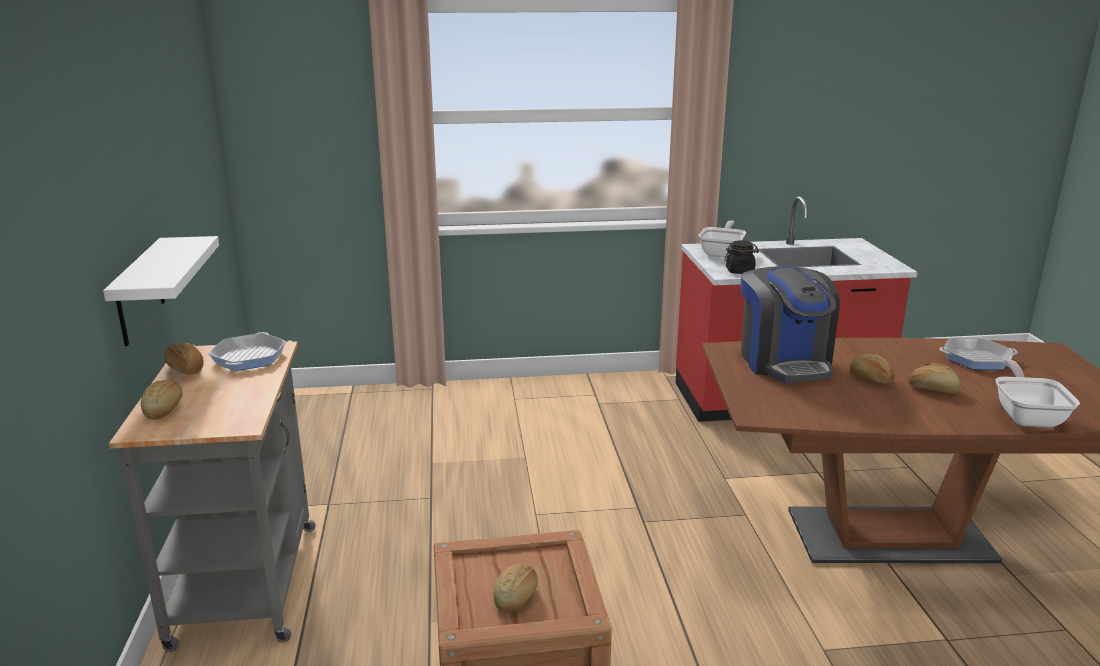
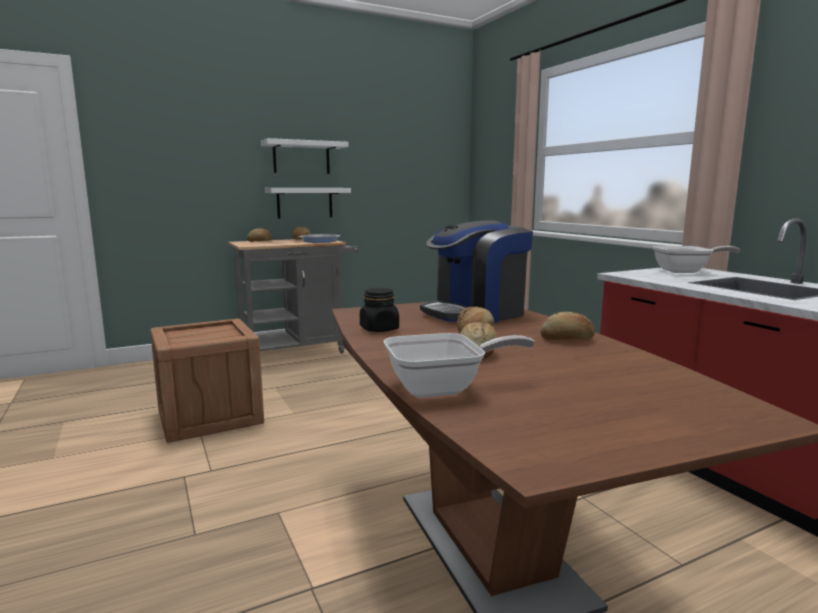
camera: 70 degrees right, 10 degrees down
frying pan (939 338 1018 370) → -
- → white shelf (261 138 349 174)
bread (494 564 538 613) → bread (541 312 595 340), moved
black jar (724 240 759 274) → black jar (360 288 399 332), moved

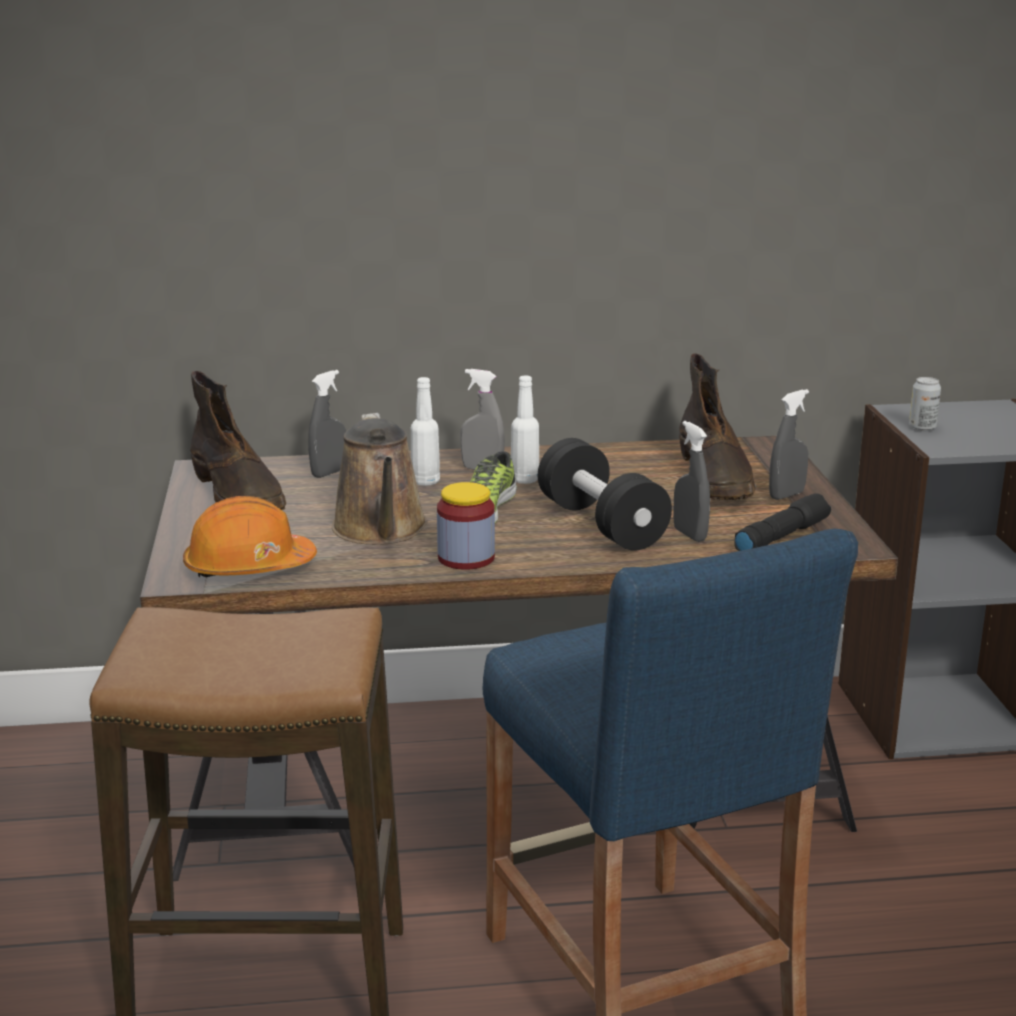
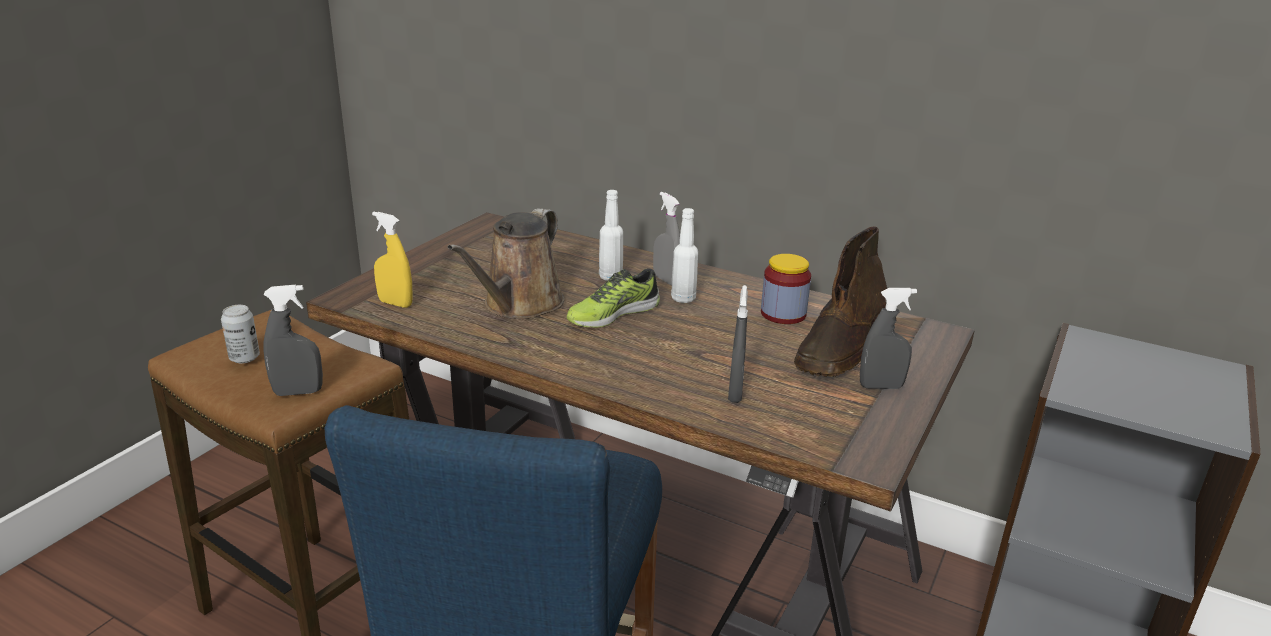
camera: 35 degrees right, 5 degrees up
brown boot (190 371 286 510) → -
black dumbbell (538 438 672 551) → -
black flashlight (735 493 831 551) → -
grey spray bottle (308 370 346 478) → grey spray bottle (263 285 323 396), moved
jar (437 482 495 570) → jar (761 254 811 324), moved
can (909 377 941 431) → can (221 305 260 364), moved
orange hard hat (183 496 317 577) → yellow spray bottle (372 212 413 308)

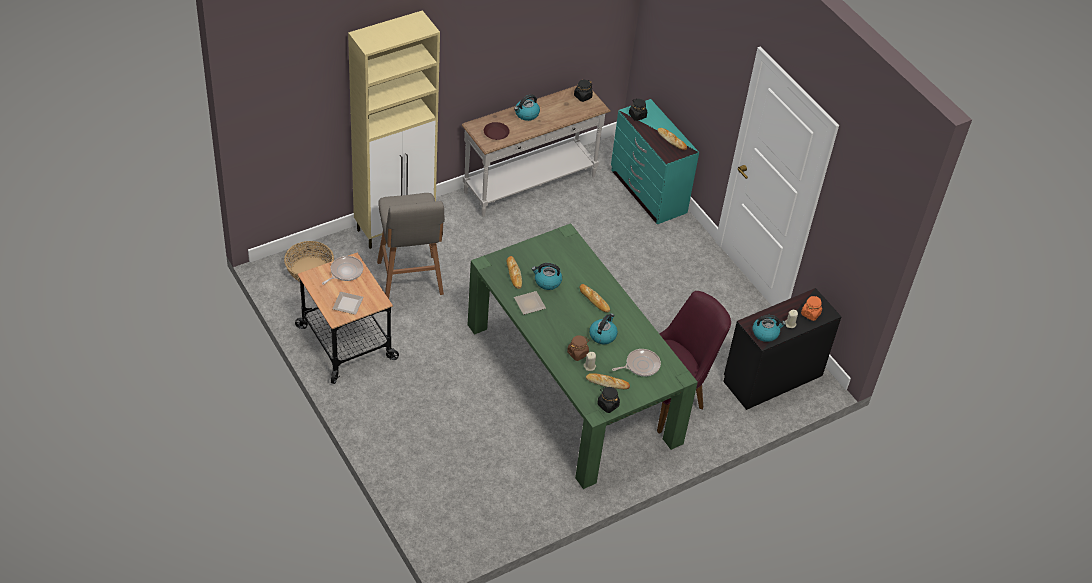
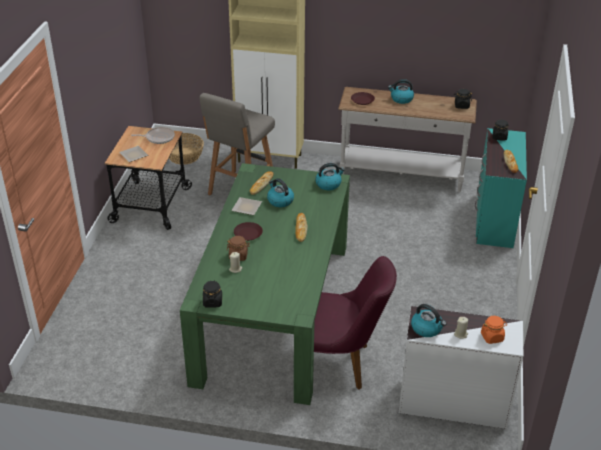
camera: 45 degrees right, 10 degrees down
bread (586 373 630 389) → -
frying pan (612 349 661 376) → -
- → brown plate (234 222 263 241)
kettle (589 313 618 344) → kettle (315 163 345 190), moved
black dresser (723 288 841 410) → white dresser (399 306 523 429)

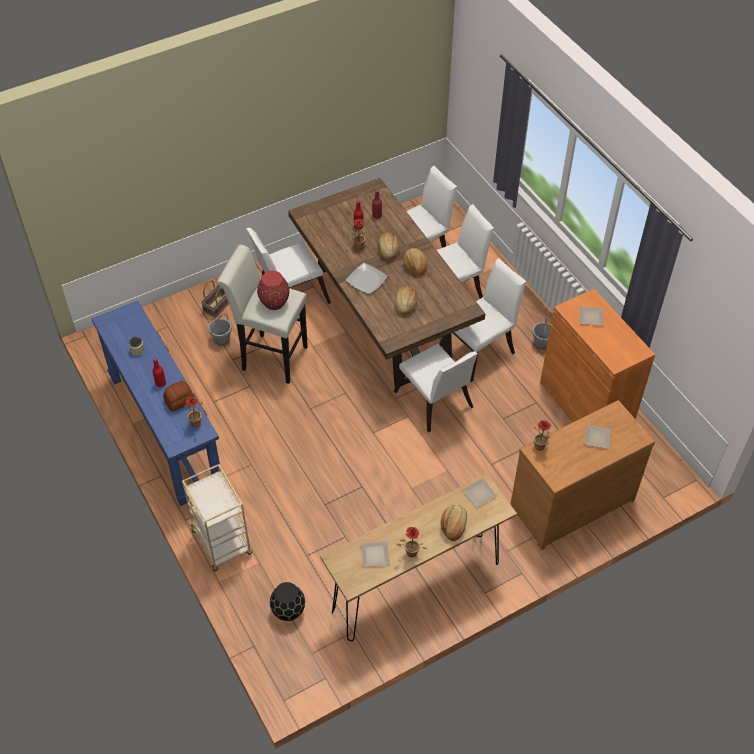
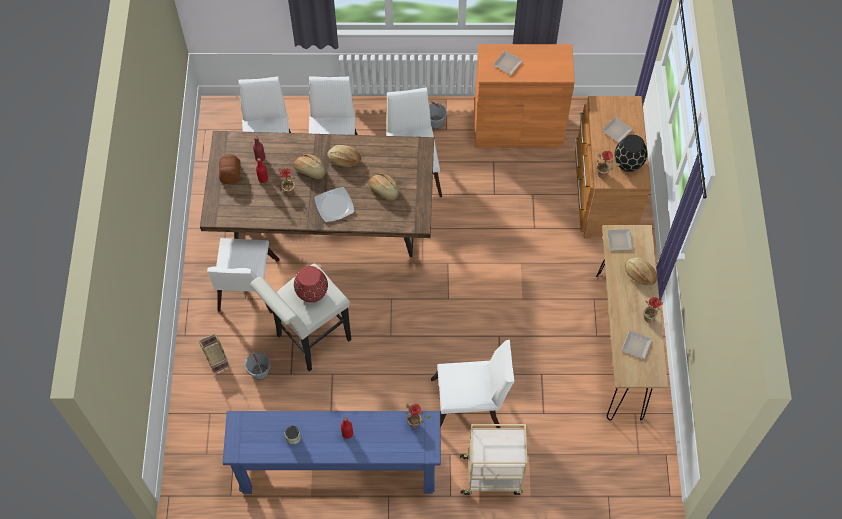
camera: 60 degrees left, 10 degrees up
bread (163 381 194 411) → bread (219 154 241 184), moved
black vase (270 582 305 621) → black vase (614 135 647 172), moved
white chair (394 344 478 432) → white chair (431 340 515 428), moved

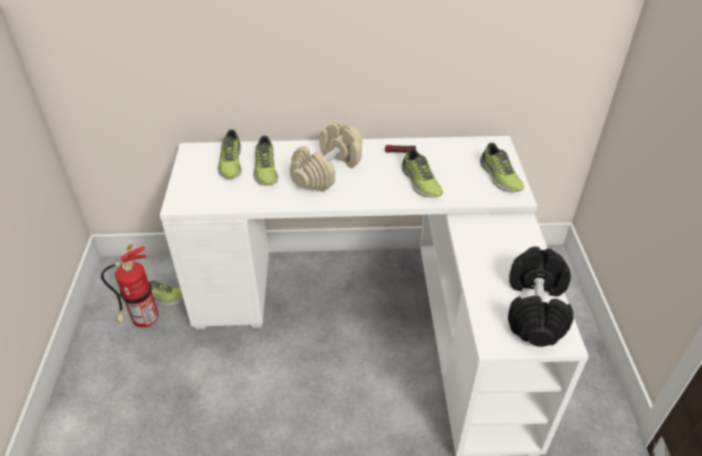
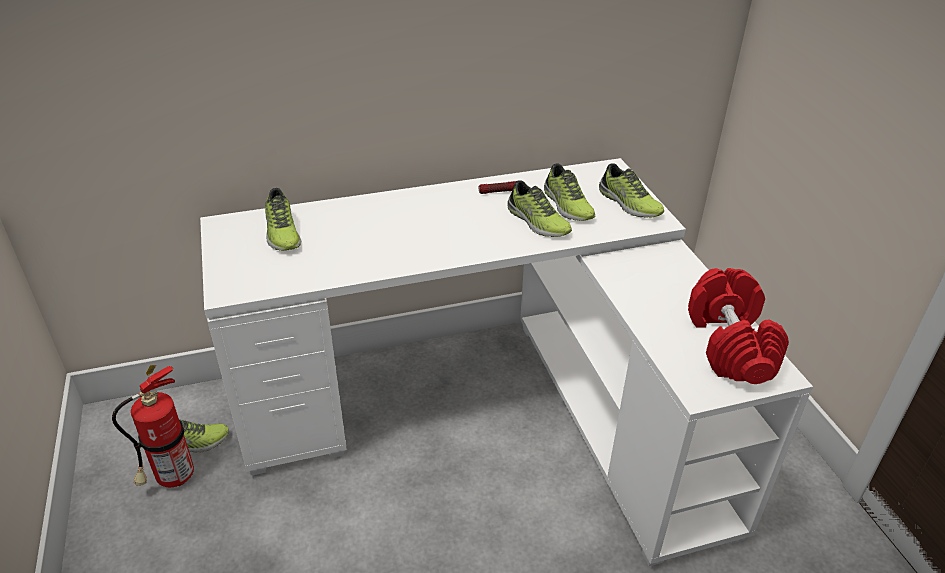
camera: 15 degrees left, 5 degrees down
beige dumbbell (290 122 362 192) → -
shoe (254 135 278 185) → shoe (544 164 595 221), moved
black dumbbell (508 247 574 347) → red dumbbell (688 268 789 384)

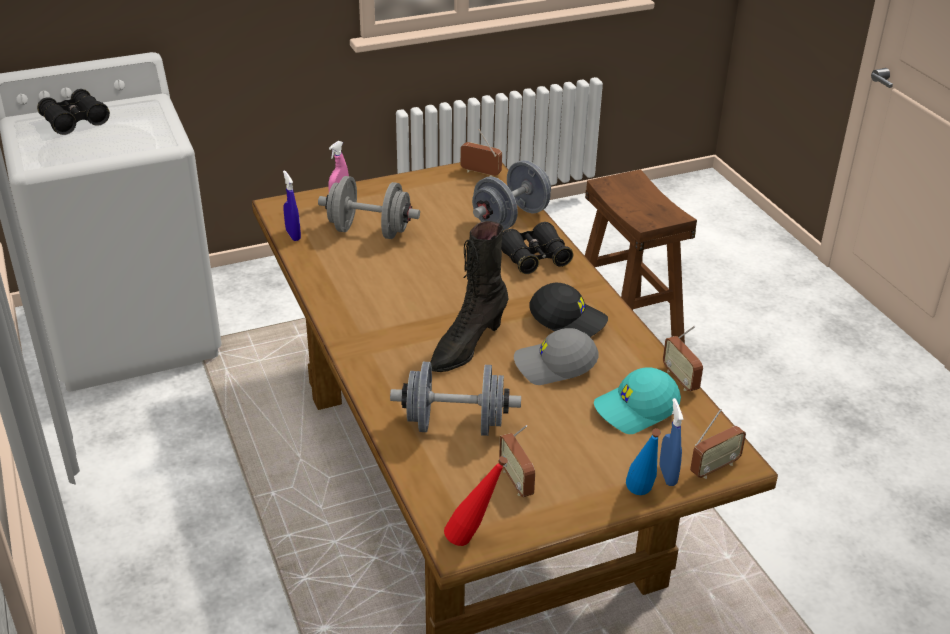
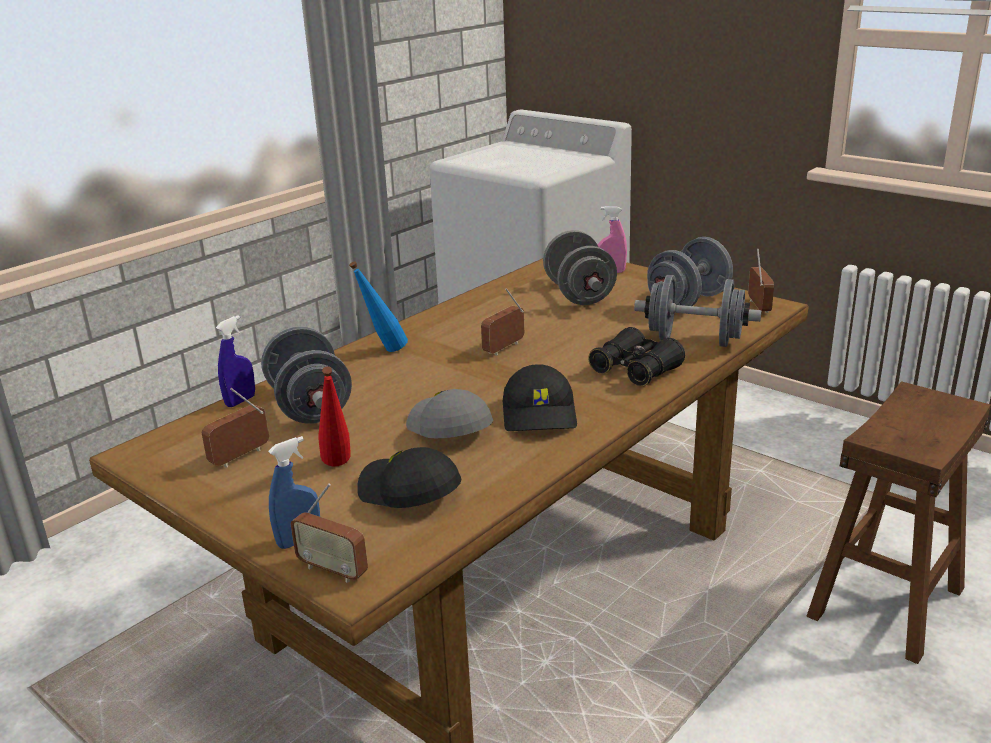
camera: 65 degrees right, 10 degrees down
black binoculars (37 89 110 135) → -
black boot (431 221 508 372) → -
- → grey dumbbell (647 237 733 306)
blue spray bottle (283 170 301 241) → blue spray bottle (216 315 255 407), moved
red bottle (444 456 508 546) → red bottle (318 366 351 466), moved
blue bottle (626 428 661 495) → blue bottle (349 261 408 352), moved
radio (663 326 703 391) → radio (481 288 524 356), moved
turquoise cap (594 367 681 434) → black cap (357 447 462 508)

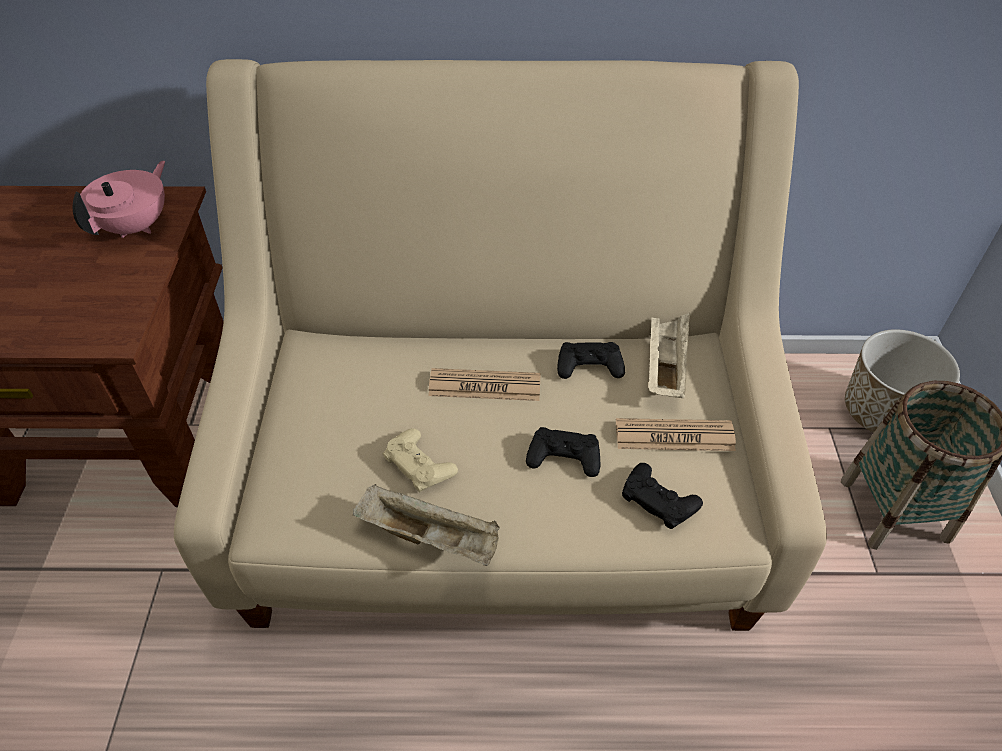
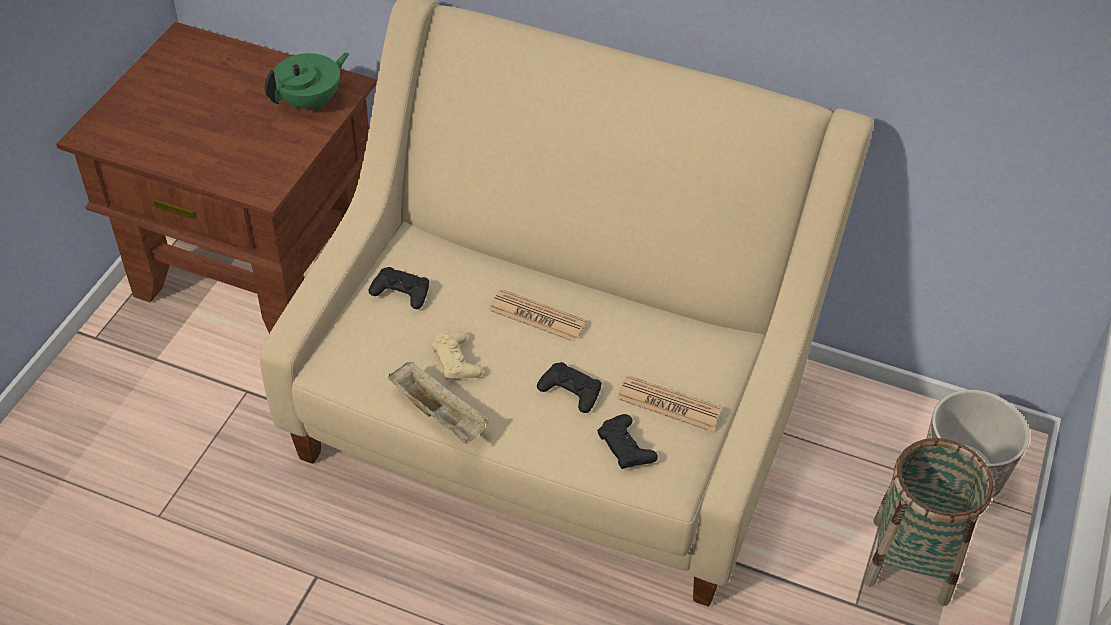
camera: 20 degrees right, 0 degrees up
beige tray (649 313 690 398) → -
black game controller (557 342 625 379) → black game controller (369 267 429 309), moved
pink teapot (73 161 165 238) → green teapot (265 53 349 111)

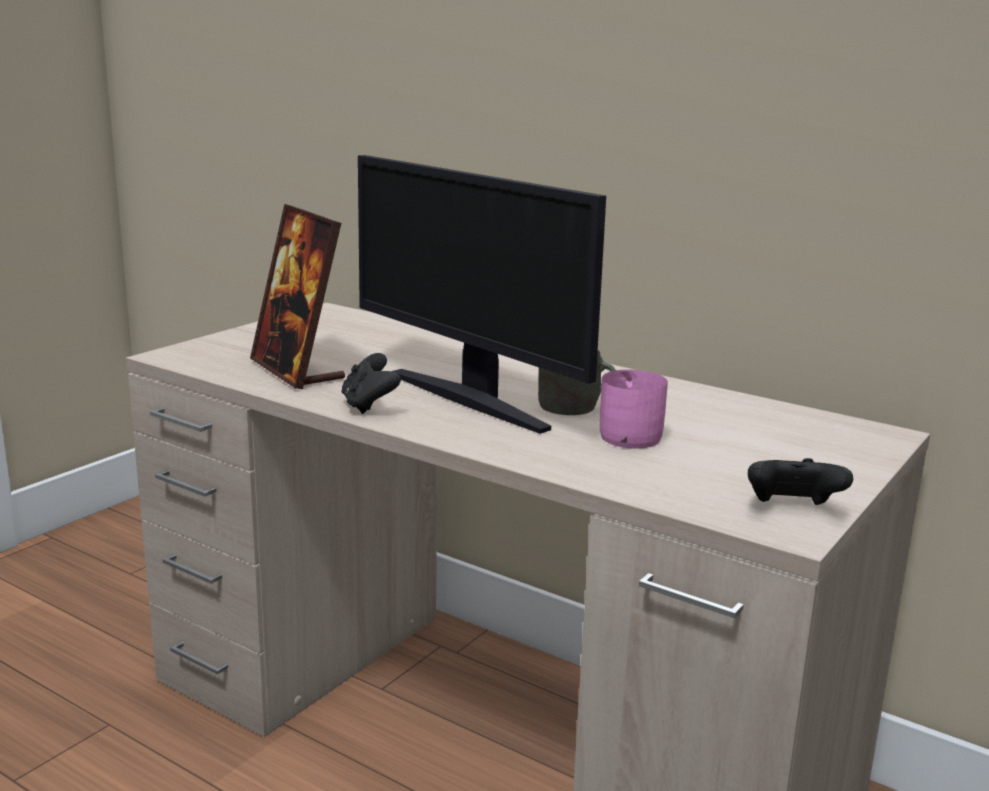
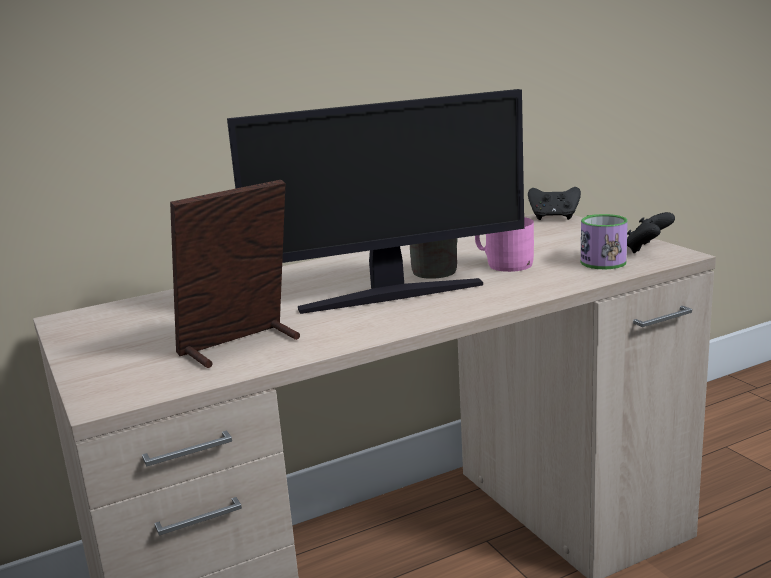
camera: 60 degrees left, 0 degrees up
- → mug (581 214 628 269)
black game controller (342 353 401 414) → black game controller (528 187 581 220), moved
picture frame (250 204 345 389) → picture frame (170 180 300 368), 150 degrees clockwise

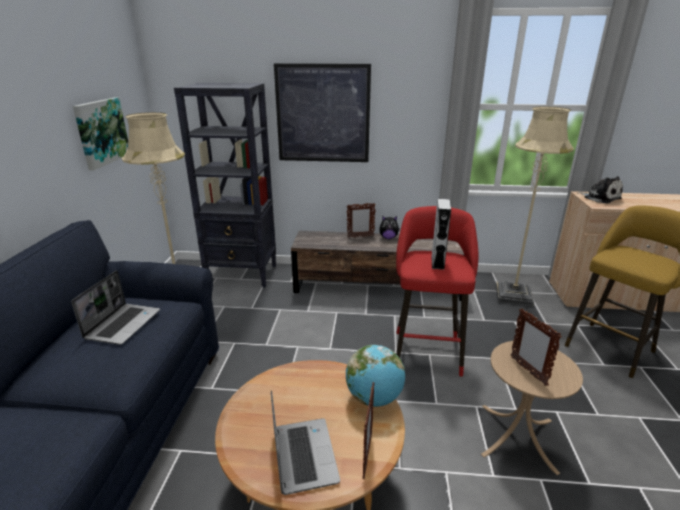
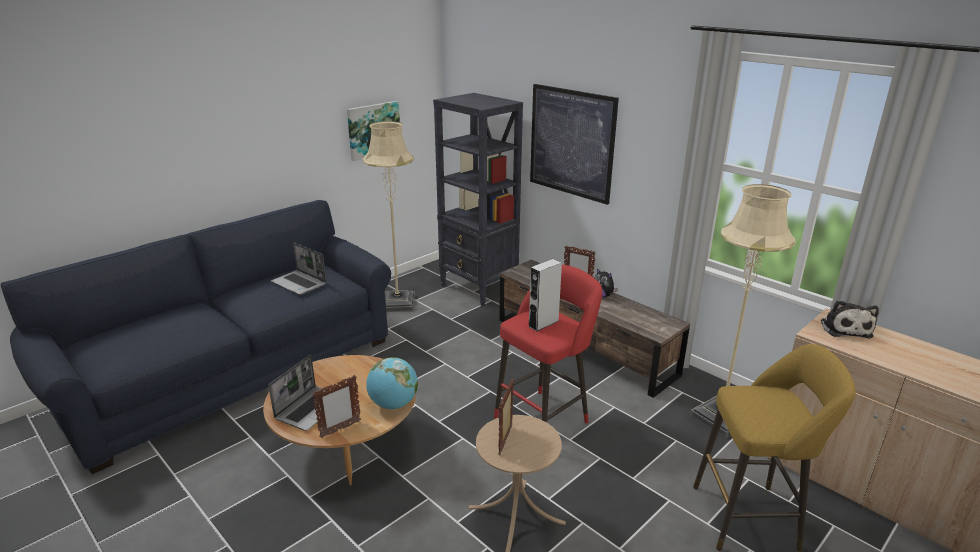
camera: 40 degrees right, 0 degrees up
laptop (71 270 160 345) → laptop (271 243 326 295), 75 degrees clockwise

